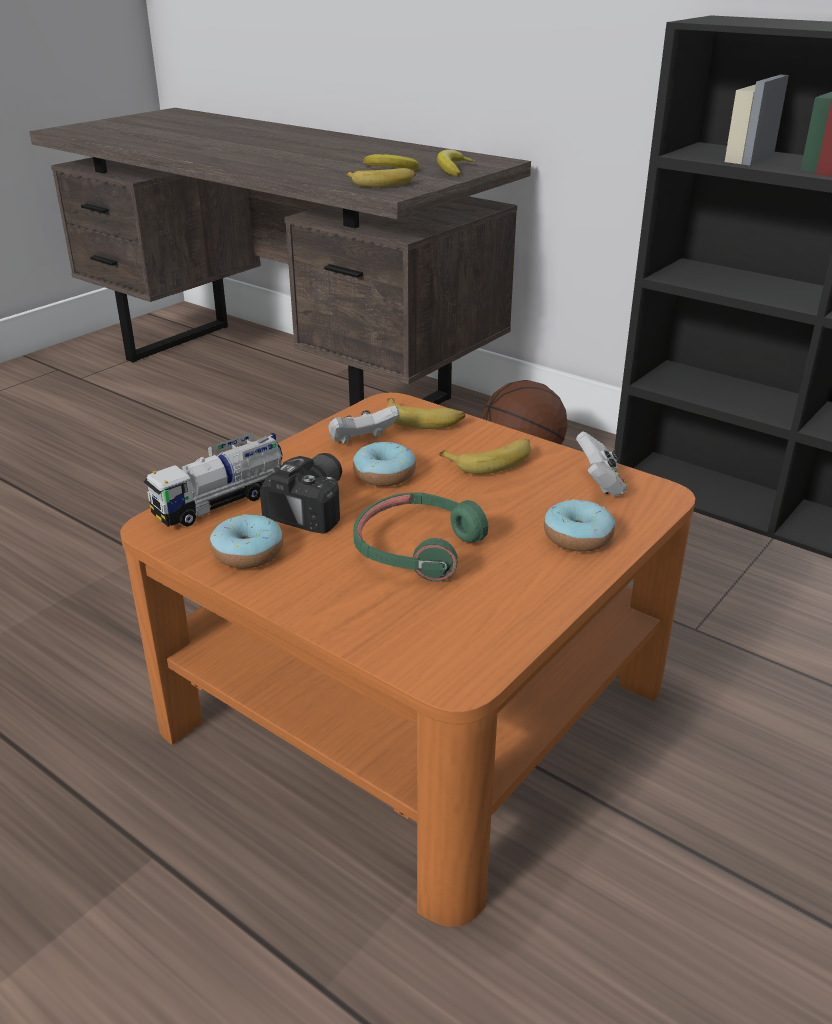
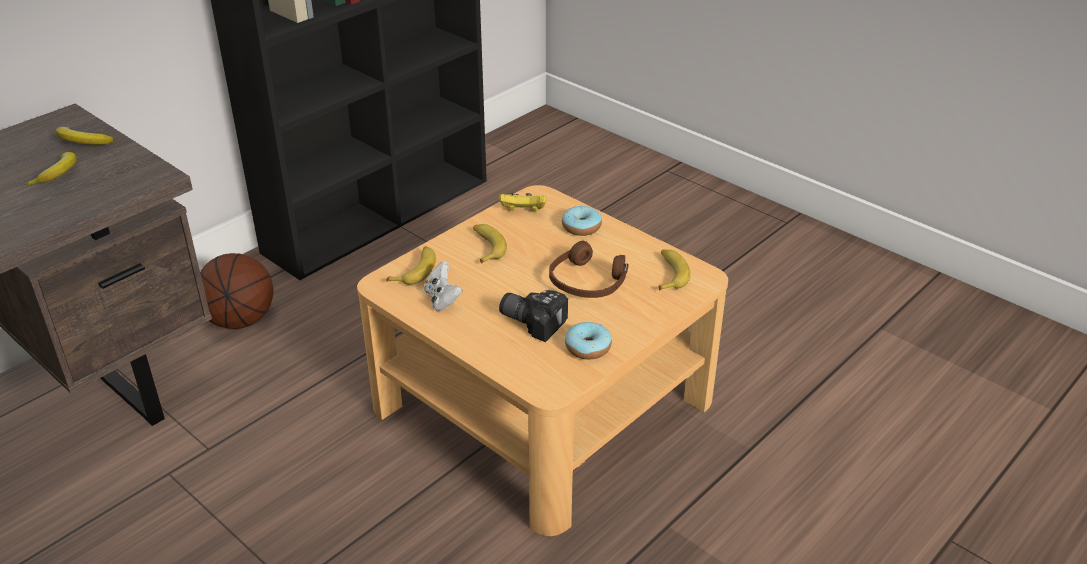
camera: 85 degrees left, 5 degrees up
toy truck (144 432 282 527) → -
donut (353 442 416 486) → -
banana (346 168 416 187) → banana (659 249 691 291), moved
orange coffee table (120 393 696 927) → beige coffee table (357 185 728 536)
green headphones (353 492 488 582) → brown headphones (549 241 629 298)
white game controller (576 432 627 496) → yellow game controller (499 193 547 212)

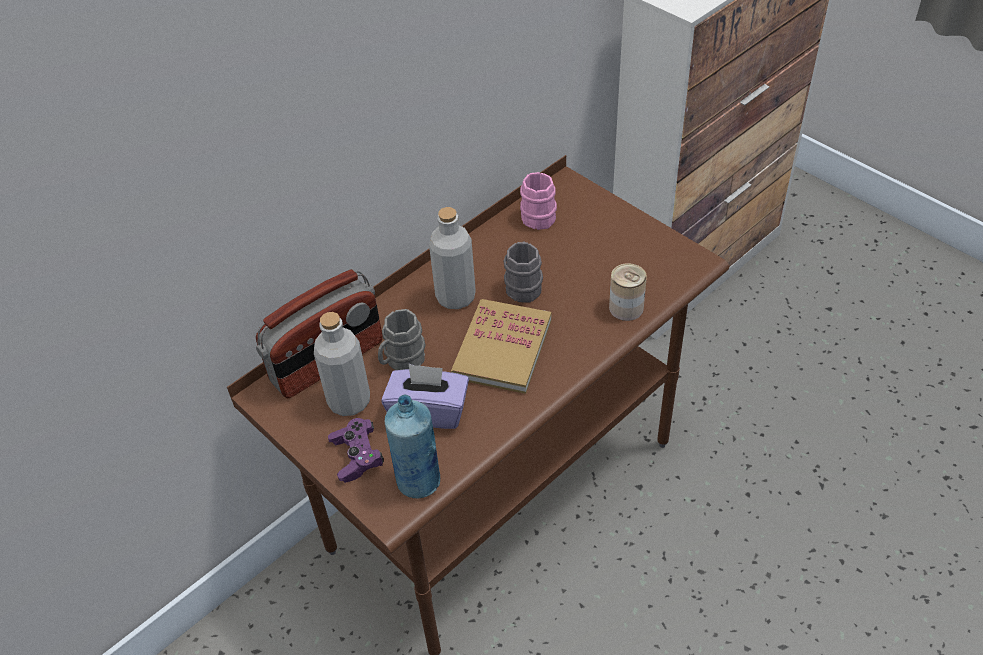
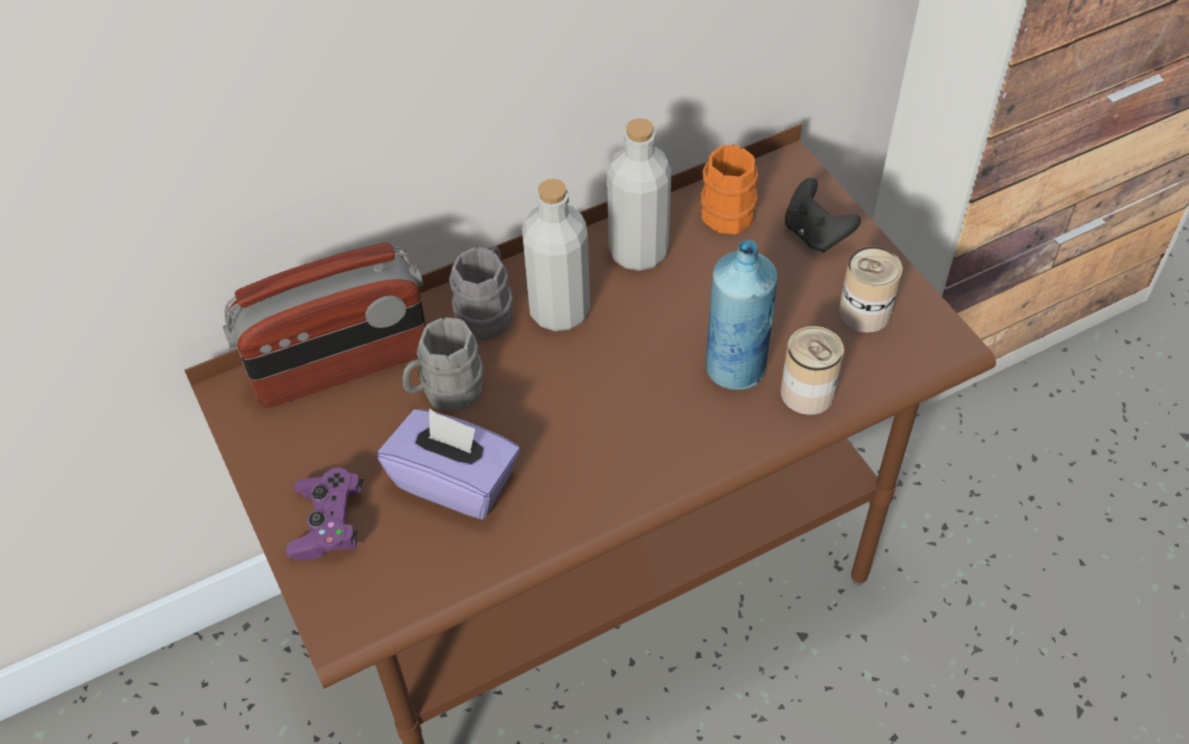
camera: 15 degrees right, 5 degrees up
book (451 299 551 394) → -
- → black game controller (785 178 861 253)
- → can (839 246 902 333)
grey bottle (314 312 370 416) → grey bottle (607 118 672 271), moved
blue bottle (385 395 440 498) → blue bottle (706 239 777 390), moved
grey mug (504 241 543 303) → grey mug (449 246 513 341), moved
pink mug (520 172 557 230) → orange mug (701 144 758 235)

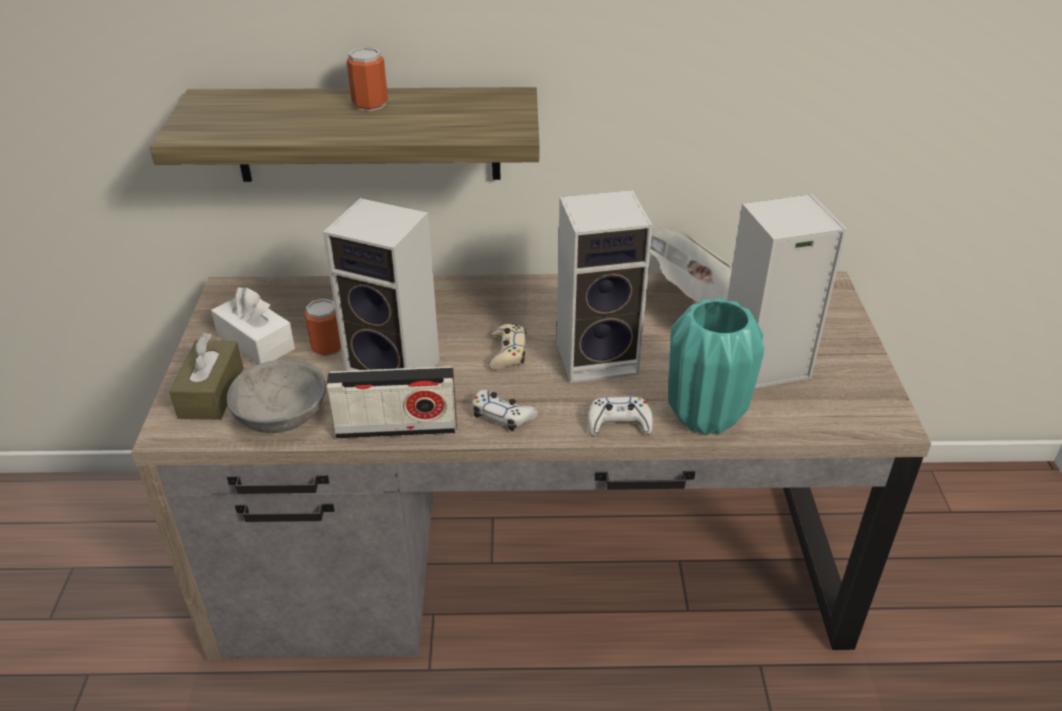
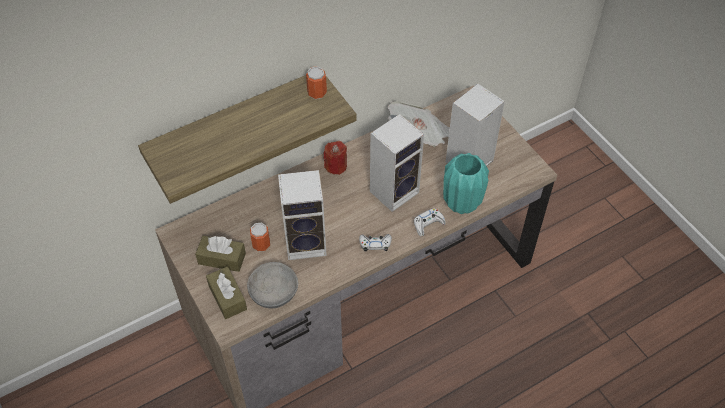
camera: 30 degrees left, 15 degrees up
radio (326 366 457 439) → -
beige game controller (488 324 526 370) → -
- → red candle (324 141 347 175)
can (347 47 388 111) → can (306 66 327 99), moved
white tissue box (211 287 295 365) → brown tissue box (195 236 246 272)

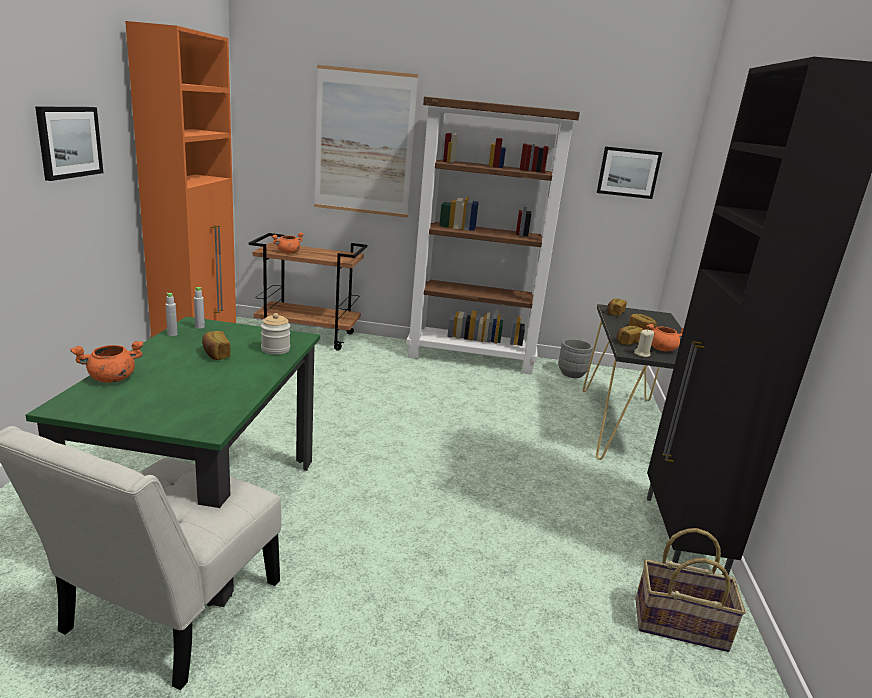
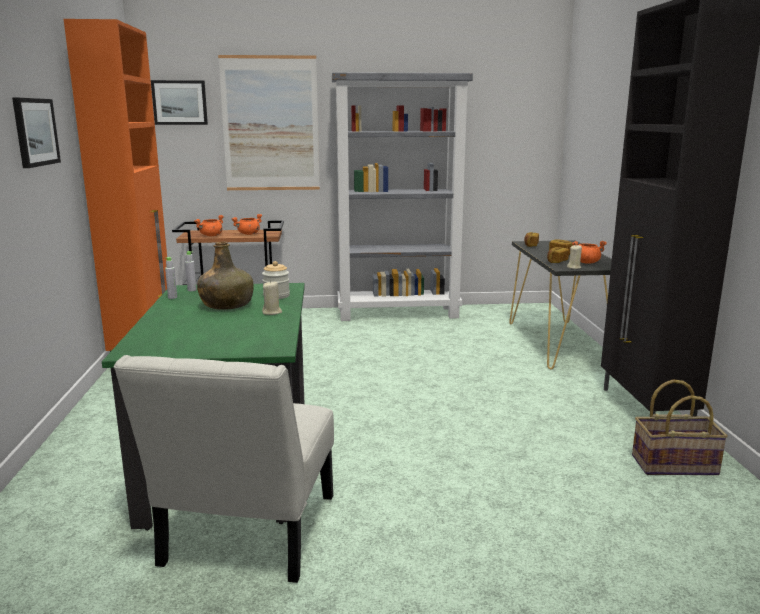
camera: 10 degrees left, 5 degrees down
grey planter (558 338 593 378) → -
- → beige candle (262 281 282 315)
orange cooking pot (70 341 144 383) → orange cooking pot (231 214 262 235), moved
picture (597 146 662 199) → picture (151 80 208 125), moved
bread (202 331 230 360) → green bottle (197 242 254 310)
brown bookcase (406 97 580 375) → grey bookcase (332 72 473 321)

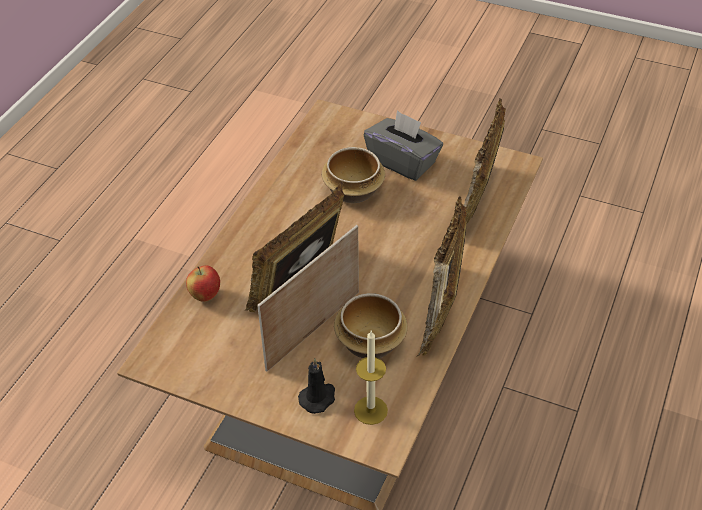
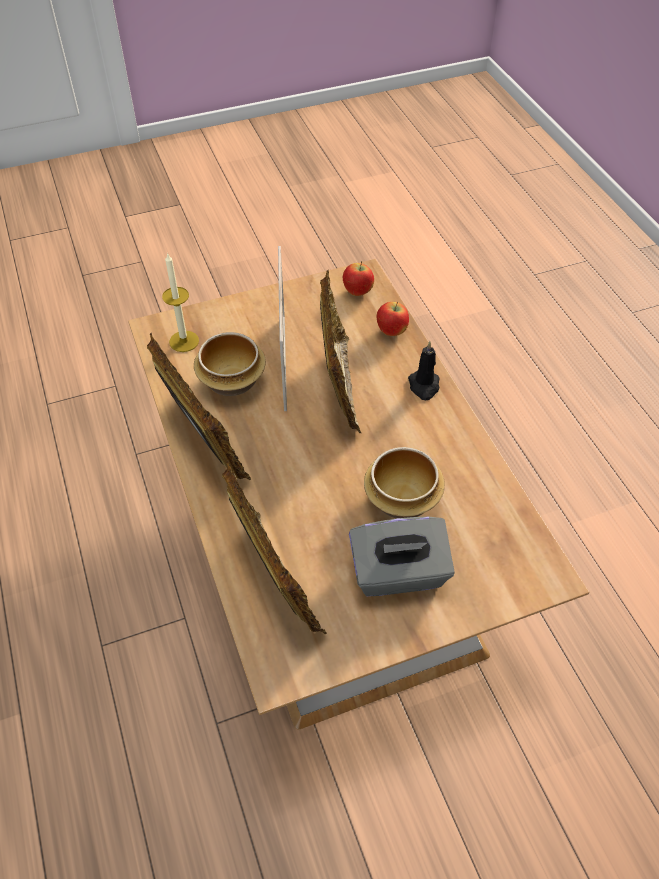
camera: 135 degrees right, 5 degrees up
- → apple (343 261 374 296)
black candle (298 358 335 414) → black candle (408 341 439 400), moved

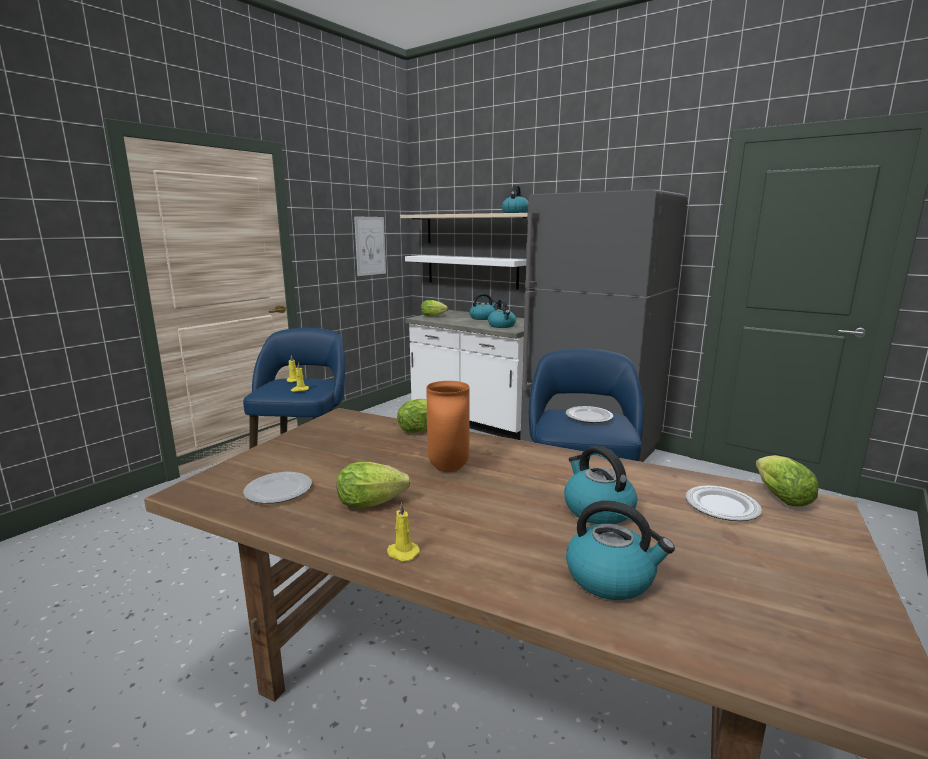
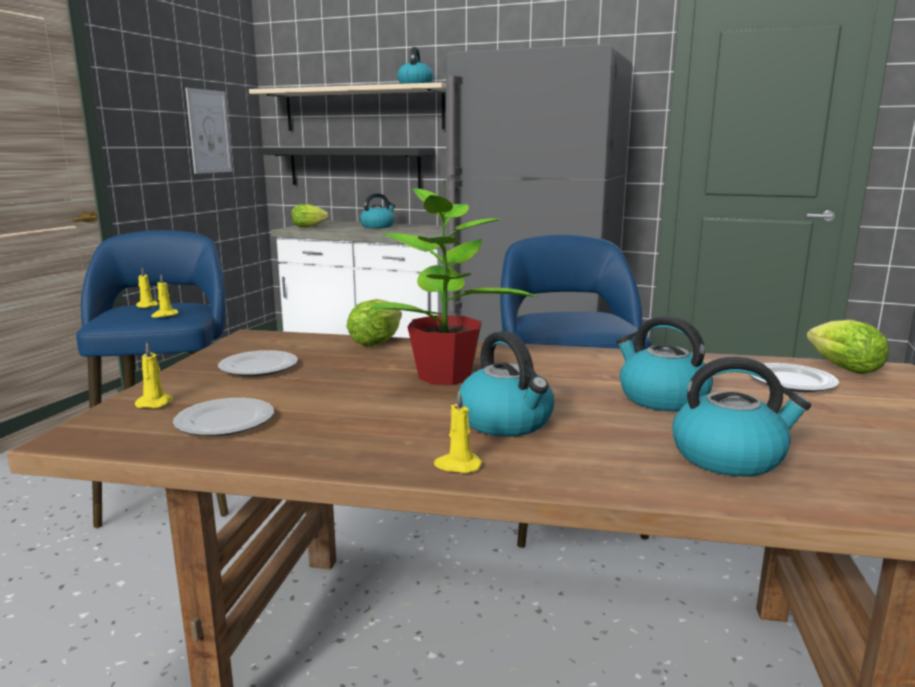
camera: 15 degrees left, 0 degrees up
lettuce (337 462 411 507) → -
- → yellow candle (135 343 173 408)
kettle (488 299 516 328) → kettle (457 331 554 437), moved
plate (566 406 613 423) → plate (218 350 298 377), moved
orange vase (426 381 470 472) → potted plant (371 179 538 385)
white shelf (405 255 526 290) → black shelf (258 147 434 188)

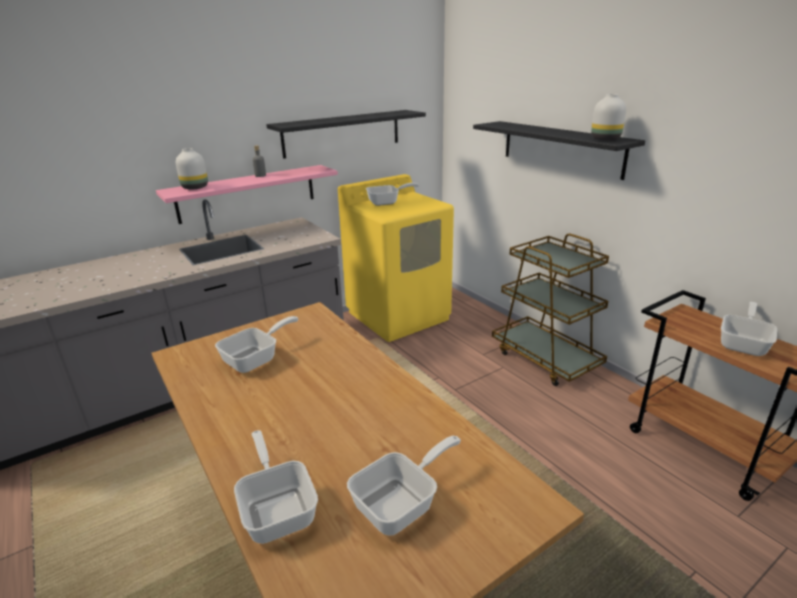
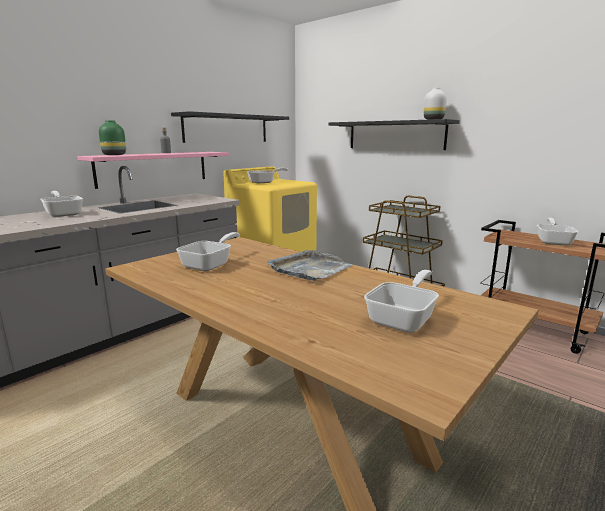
camera: 15 degrees left, 10 degrees down
- → grey tray (267 250 353 281)
frying pan (234 430 318 544) → frying pan (40 191 83 217), moved
white vase (176 148 208 189) → green vase (99 120 126 155)

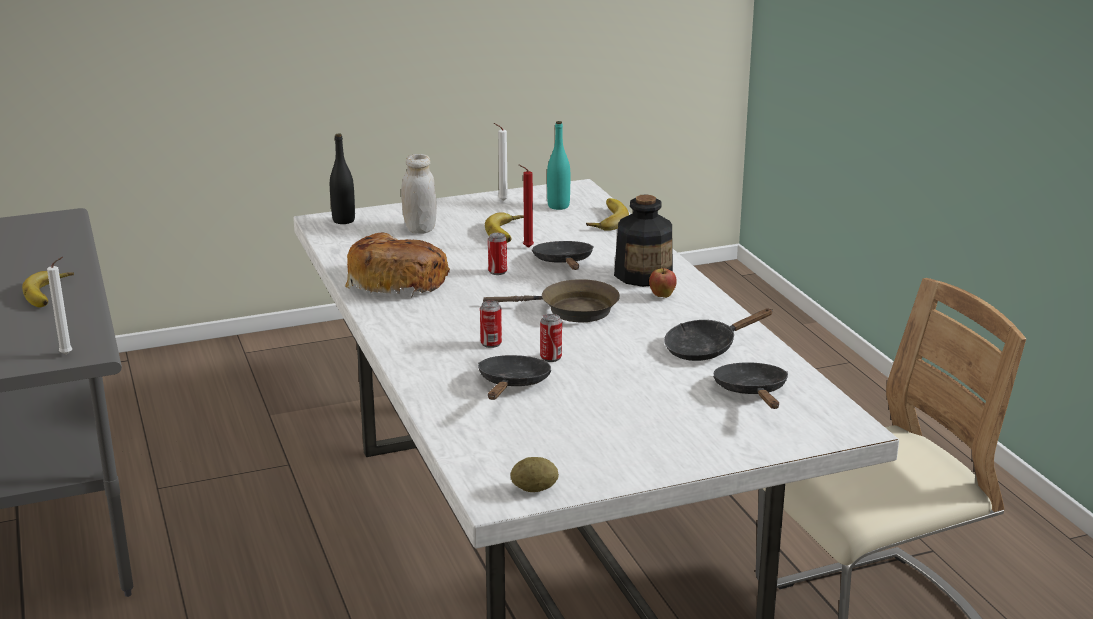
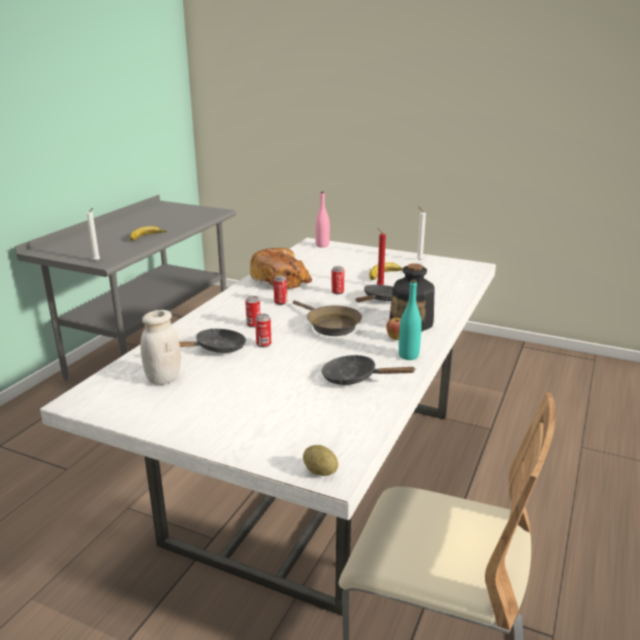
camera: 45 degrees right, 0 degrees up
banana (586 198 629 231) → -
black frying pan (713 362 788 409) → -
- → can (274 275 287 305)
white jar (401 154 437 234) → white jar (141 310 181 385), moved
potato (510 457 559 492) → potato (303 445 338 476), moved
turquoise bottle (547 121 570 210) → turquoise bottle (399 280 422 360), moved
black bottle (330 133 355 224) → pink bottle (315 192 330 248)

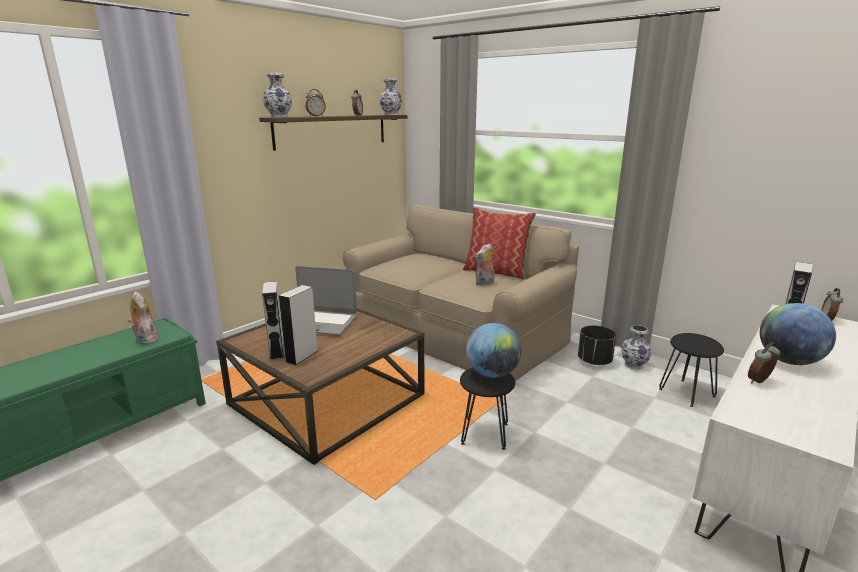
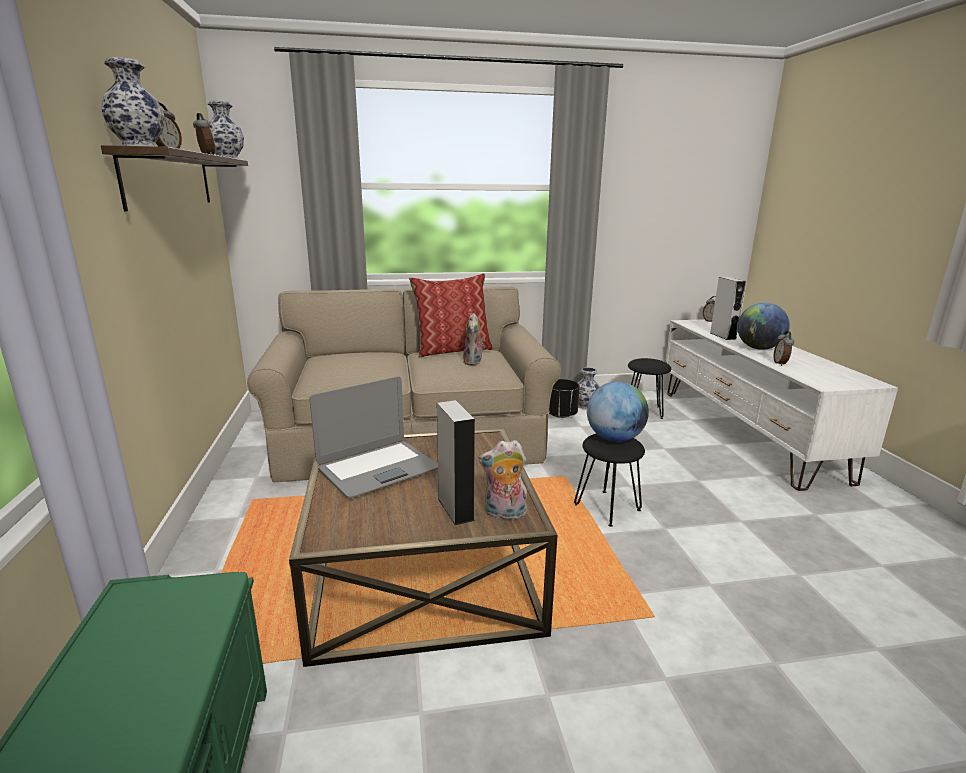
camera: 50 degrees left, 0 degrees up
grey speaker (262 281 284 360) → -
plush toy (128 291 158 344) → plush toy (478 440 527 520), moved

